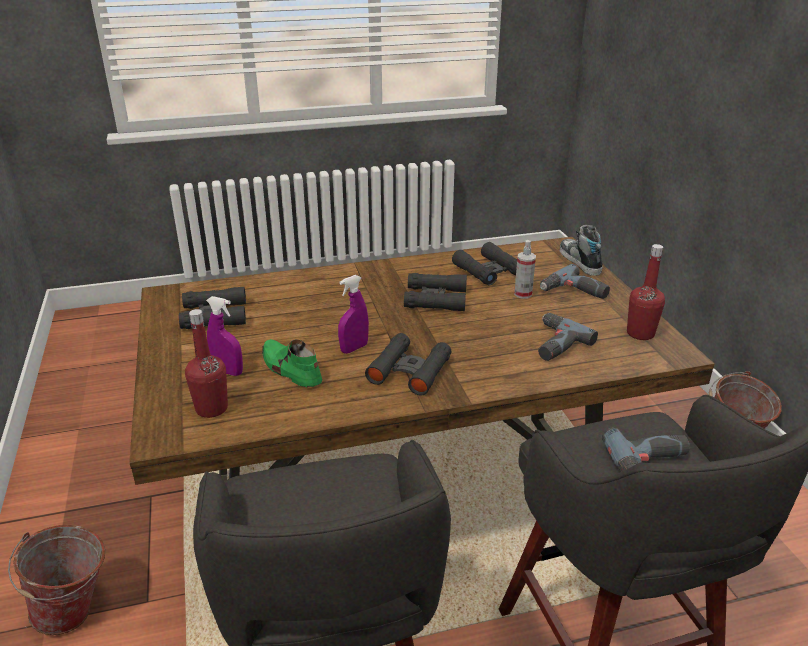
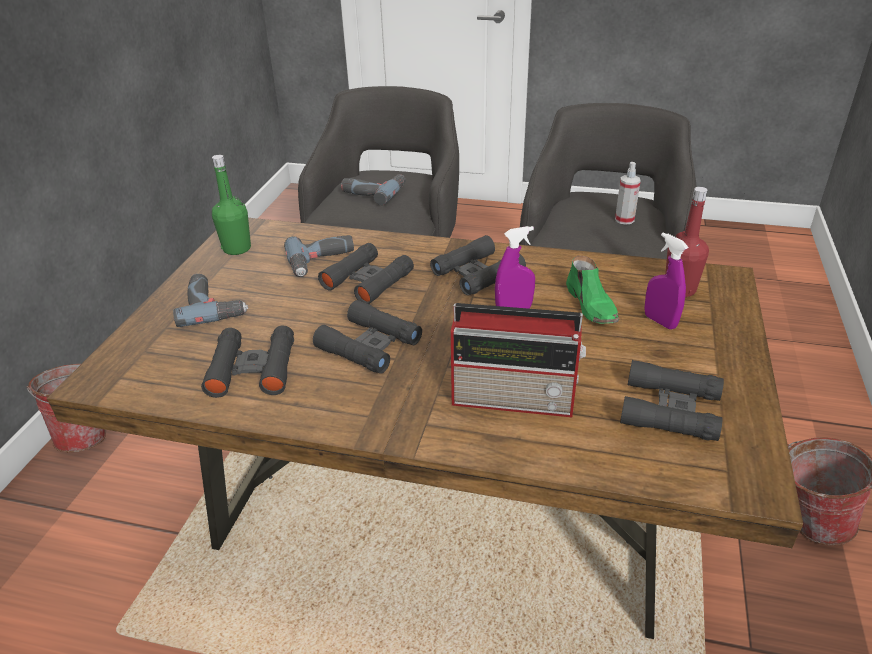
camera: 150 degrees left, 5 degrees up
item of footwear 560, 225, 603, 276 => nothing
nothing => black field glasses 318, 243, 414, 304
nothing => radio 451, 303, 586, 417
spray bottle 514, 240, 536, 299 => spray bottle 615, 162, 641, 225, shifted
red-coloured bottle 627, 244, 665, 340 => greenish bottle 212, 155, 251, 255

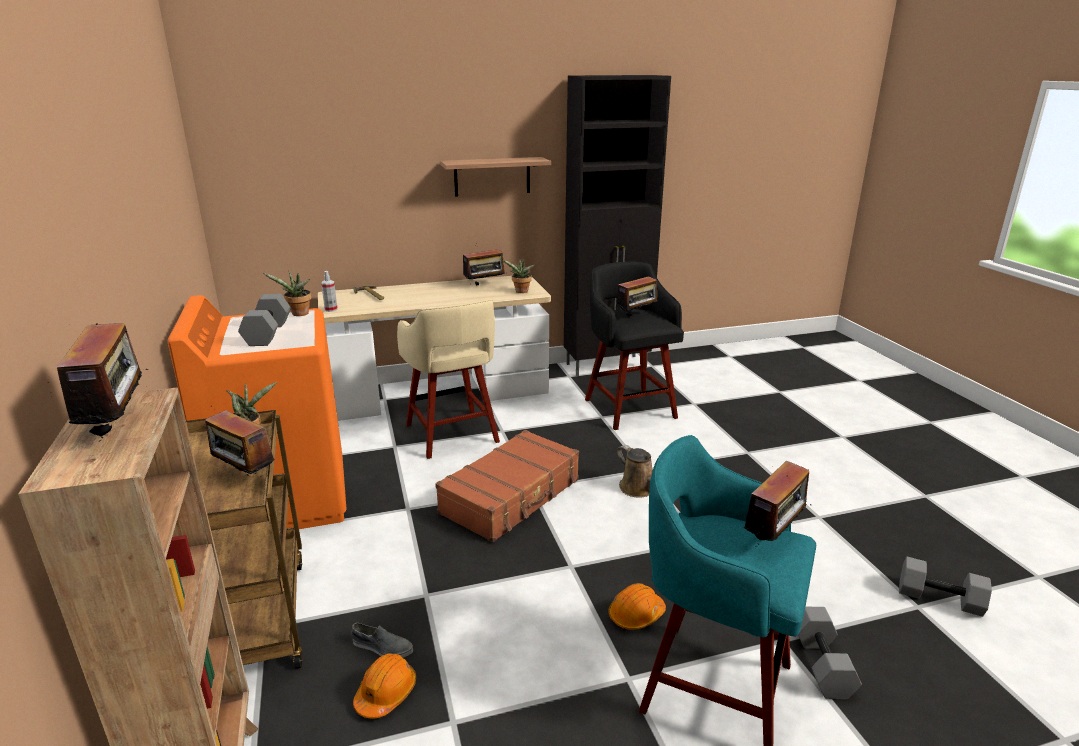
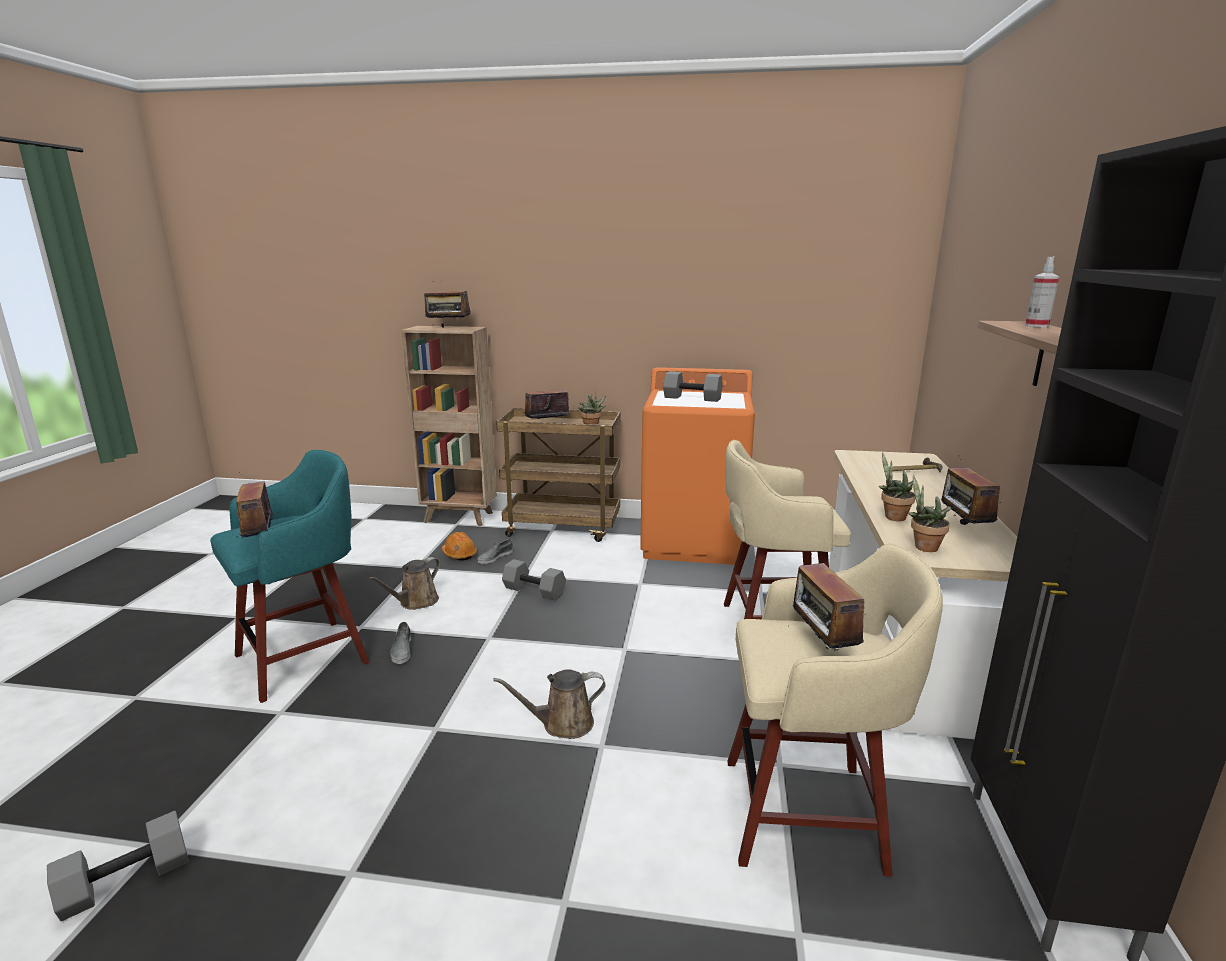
camera: 115 degrees right, 5 degrees down
brown-coloured piece of luggage 435, 430, 579, 542 => nothing
nothing => brown-coloured watering pot 368, 557, 440, 610
potted plant 263, 271, 312, 316 => potted plant 879, 453, 915, 521, shifted
spray bottle 321, 271, 338, 312 => spray bottle 1025, 257, 1059, 327, shifted
grey dumbbell 798, 607, 862, 699 => grey dumbbell 502, 559, 566, 600, shifted
orange work helmet 608, 583, 666, 630 => grey item of footwear 390, 622, 411, 664
black sitting stool 585, 262, 684, 430 => sand-coloured sitting stool 727, 543, 943, 877

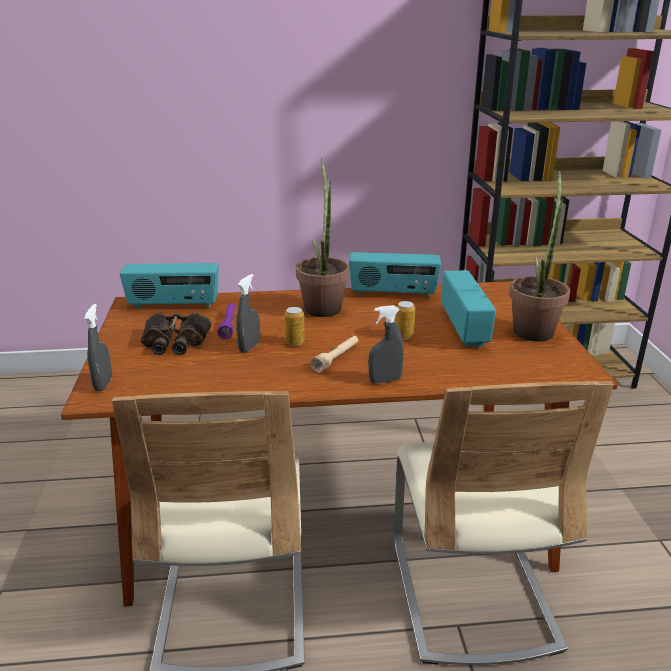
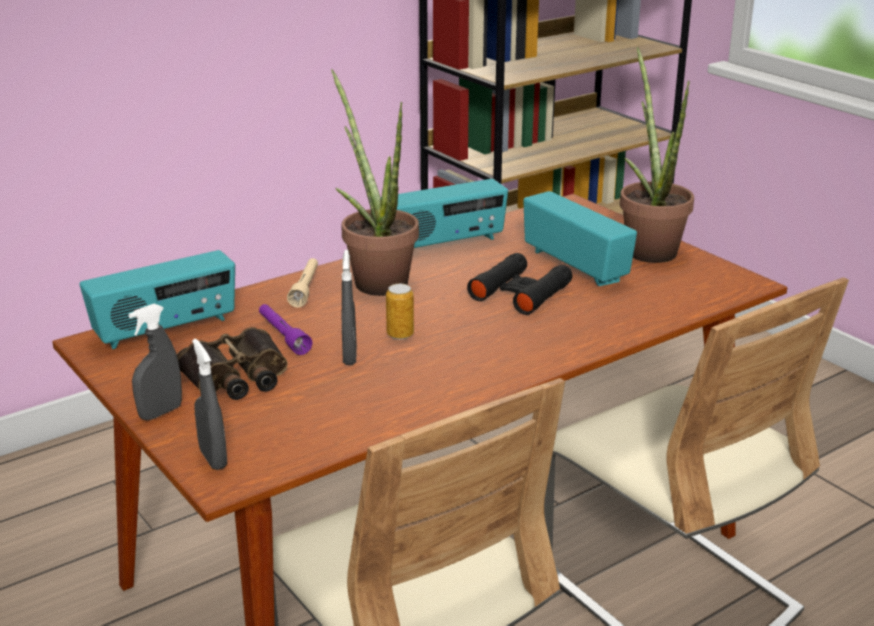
camera: 30 degrees left, 0 degrees up
sand-coloured torch 310, 336, 358, 373 => sand-coloured torch 287, 258, 318, 308, shifted
grey spray bottle 368, 305, 404, 383 => grey spray bottle 129, 304, 182, 420, shifted
sealed can 396, 301, 415, 340 => black field glasses 467, 253, 572, 315

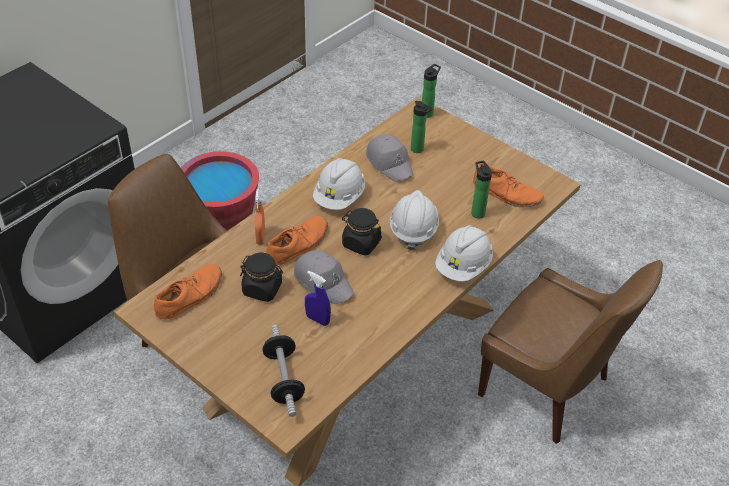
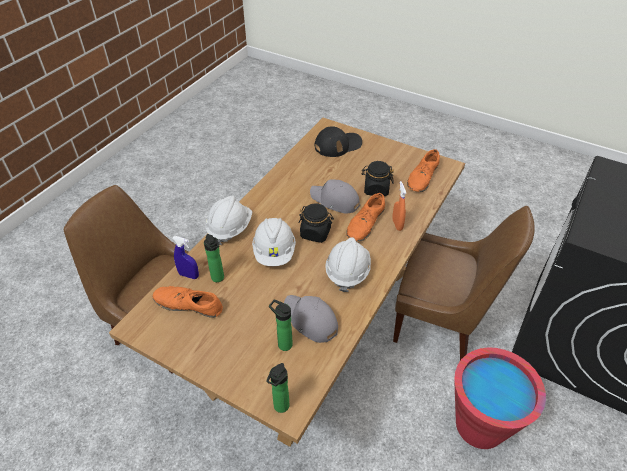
camera: 170 degrees right, 0 degrees up
blue-coloured spray bottle 305, 271, 331, 326 => blue-coloured spray bottle 172, 236, 199, 279, shifted
dumbbell 262, 325, 305, 417 => black baseball cap 315, 126, 362, 157

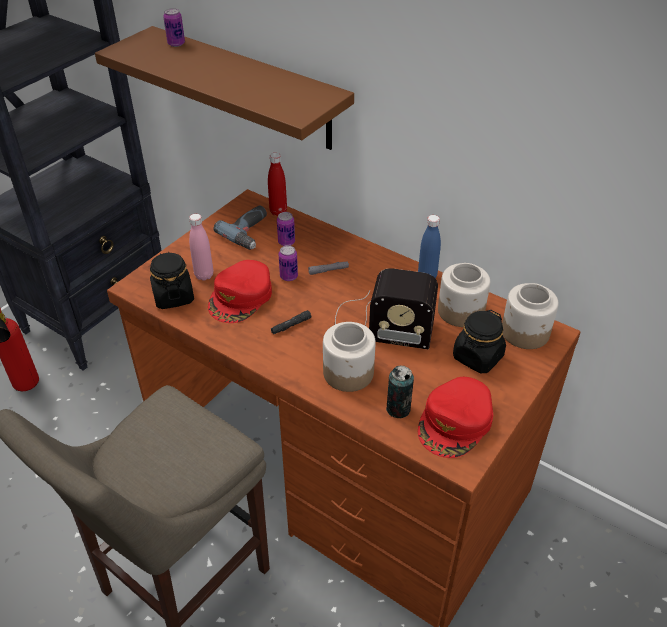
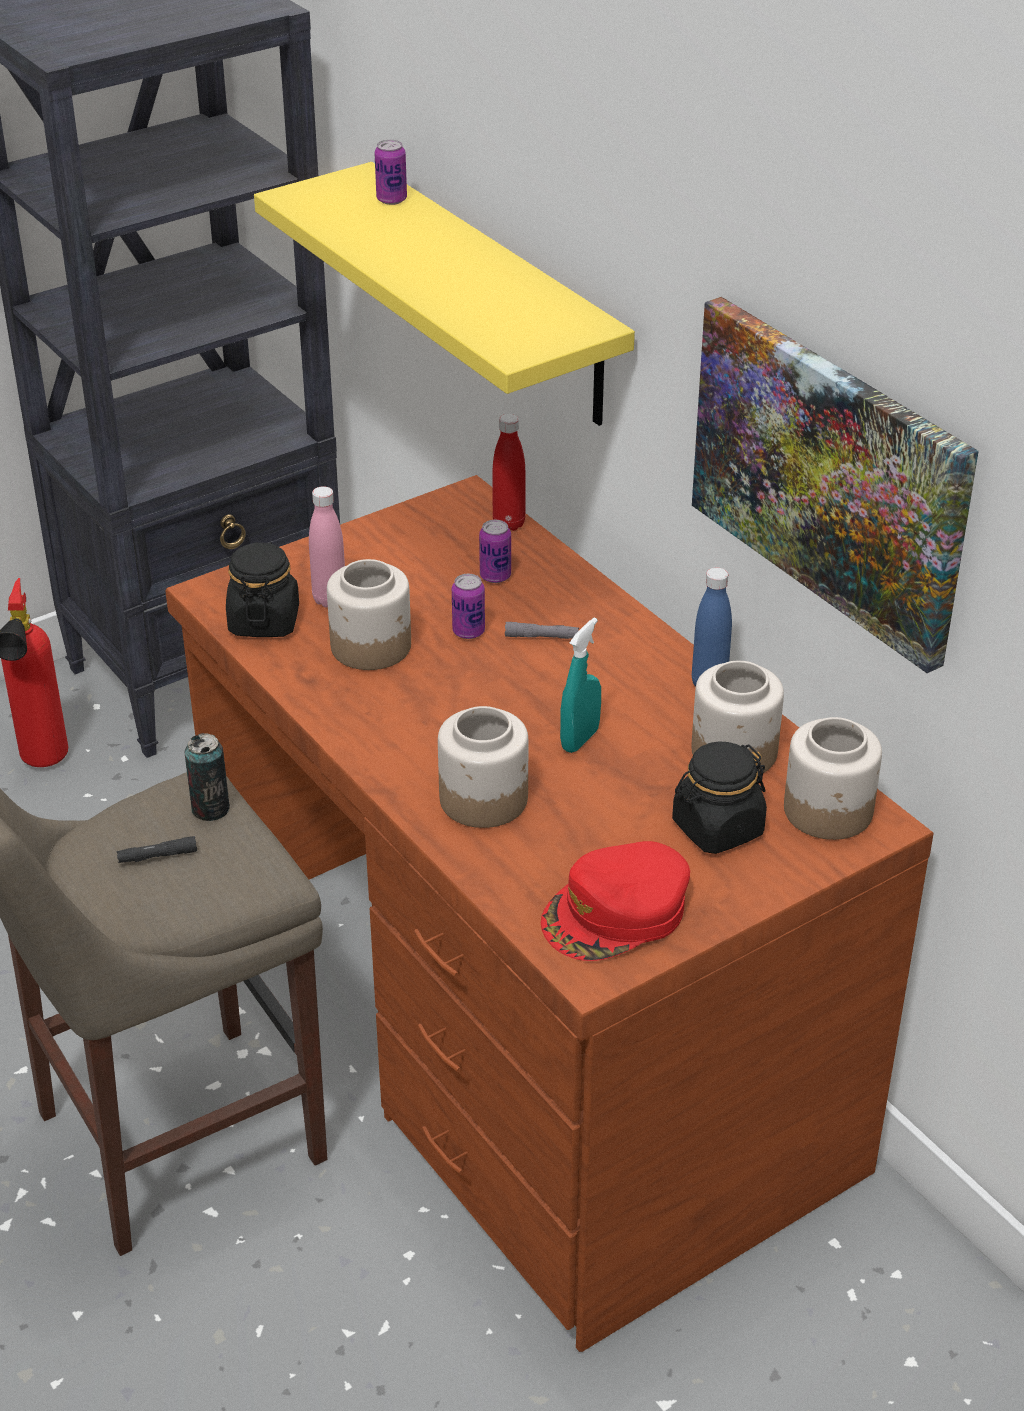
camera: 20 degrees right, 5 degrees down
drill 214, 205, 267, 250 => nothing
nothing => wall art 692, 297, 979, 673
black torch 271, 310, 312, 334 => black torch 116, 836, 197, 863, shifted
sealed can 386, 366, 414, 418 => sealed can 185, 733, 230, 821, shifted
red-coloured baseball cap 208, 260, 272, 323 => preserve jar 327, 559, 411, 670
radio 335, 268, 438, 349 => turquoise-coloured spray bottle 560, 618, 601, 753
brown-coloured bracket shelf 95, 26, 354, 150 => yellowish bracket shelf 254, 162, 635, 426

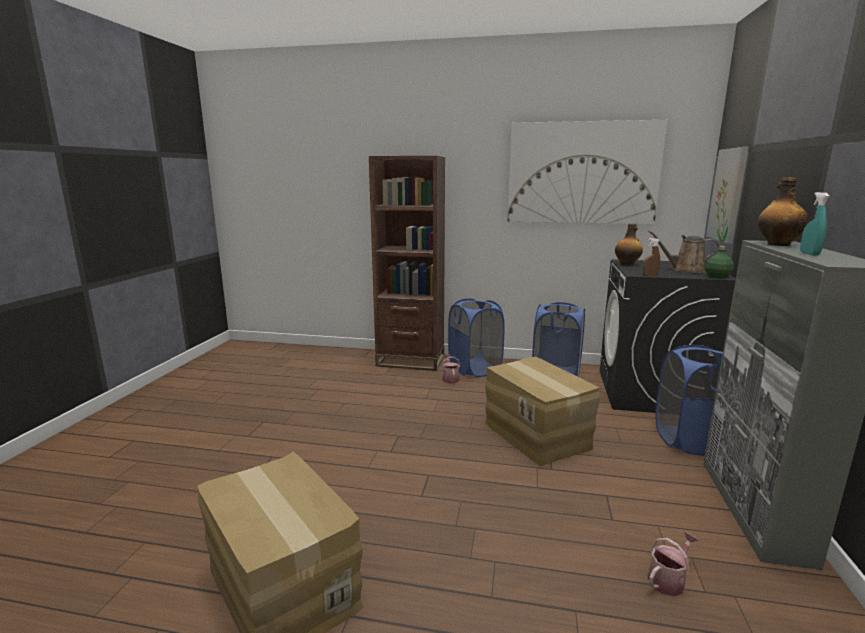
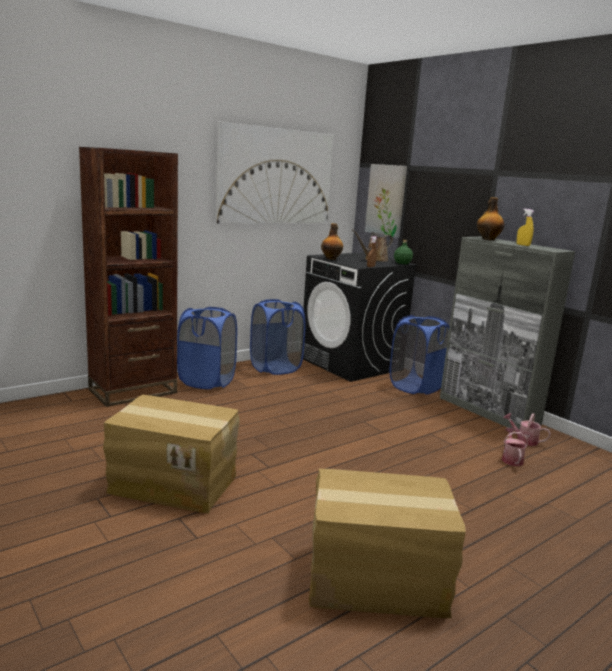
camera: 50 degrees left, 0 degrees up
watering pot 442, 355, 461, 383 => watering pot 503, 413, 551, 446, shifted
carton 485, 357, 600, 467 => carton 103, 395, 240, 514, shifted
turquoise-coloured spray bottle 800, 192, 829, 256 => yellowish spray bottle 517, 209, 534, 246

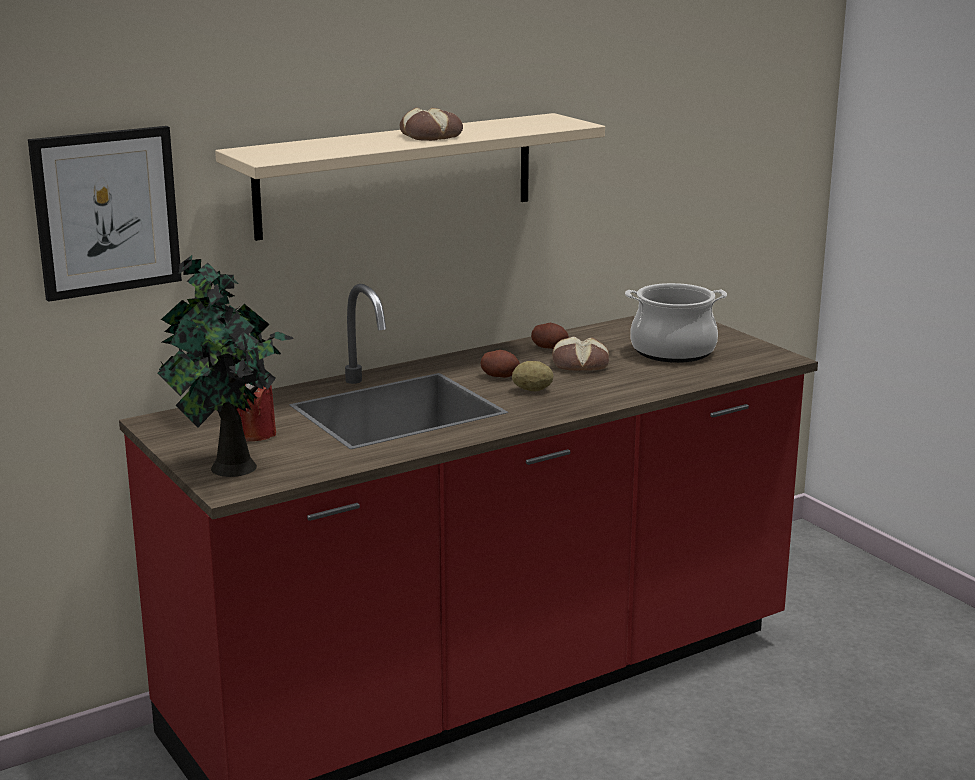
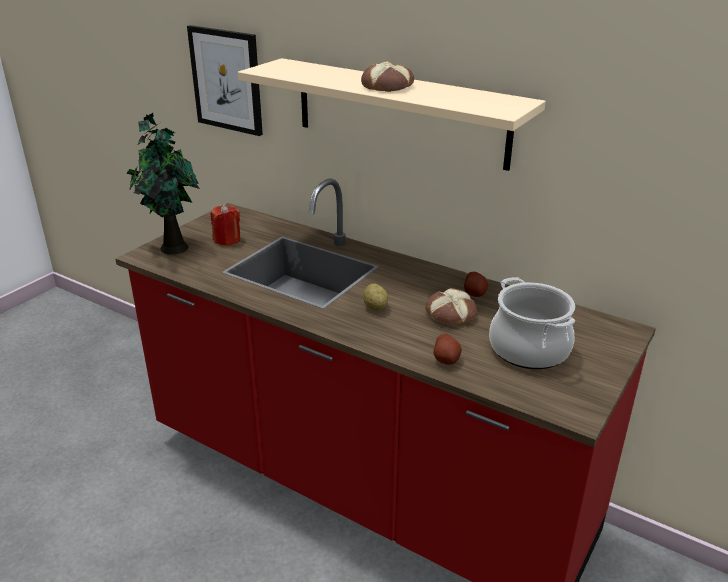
camera: 65 degrees right, 10 degrees up
potato 480, 350, 520, 378 => potato 434, 334, 462, 365, shifted

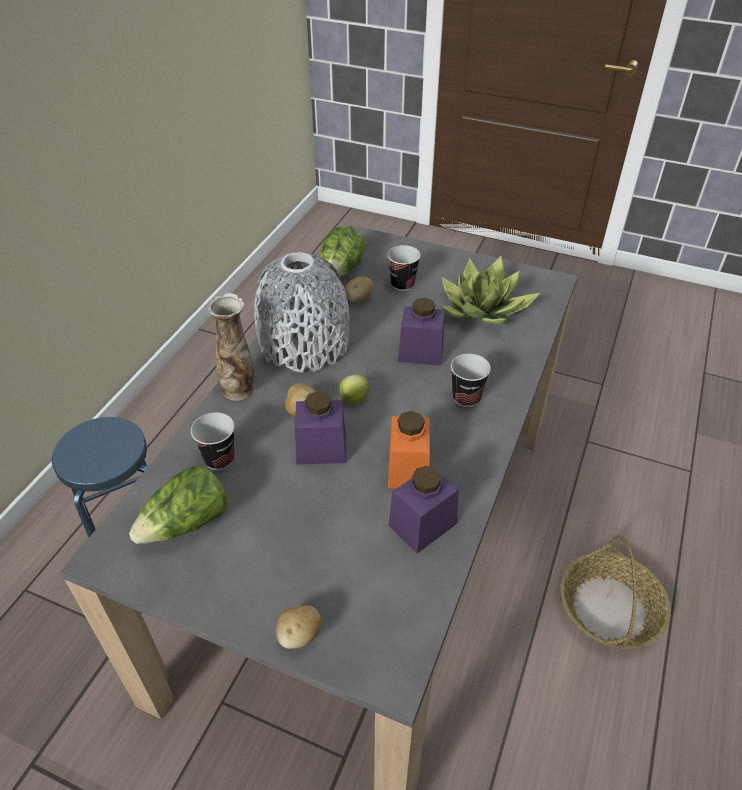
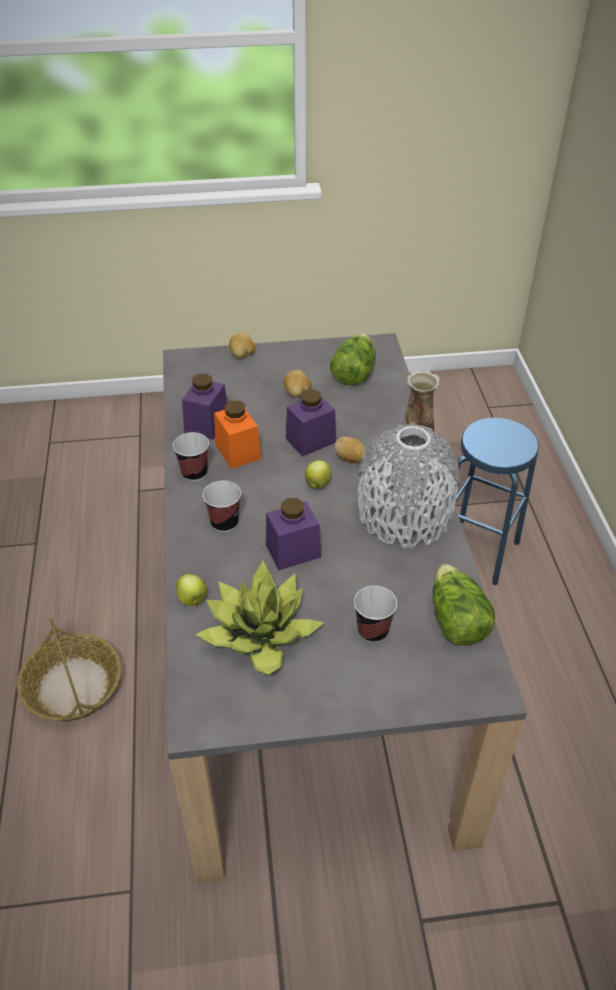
camera: 150 degrees right, 0 degrees up
nothing => whole apple 176, 574, 207, 606
small cup 191, 412, 235, 470 => small cup 173, 432, 209, 481, shifted
potato 345, 277, 373, 303 => potato 284, 370, 311, 397, shifted

